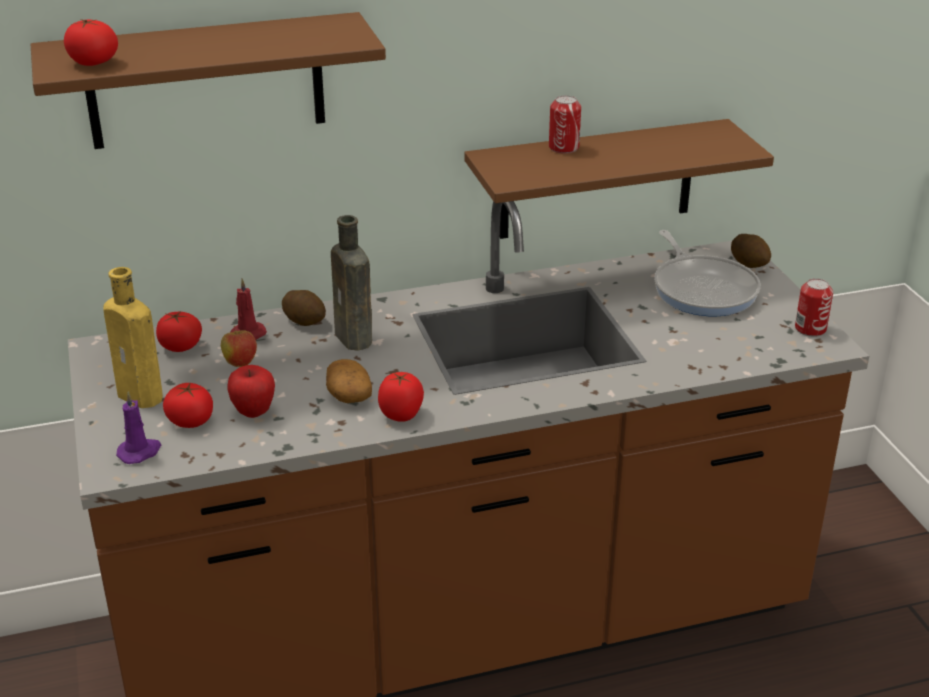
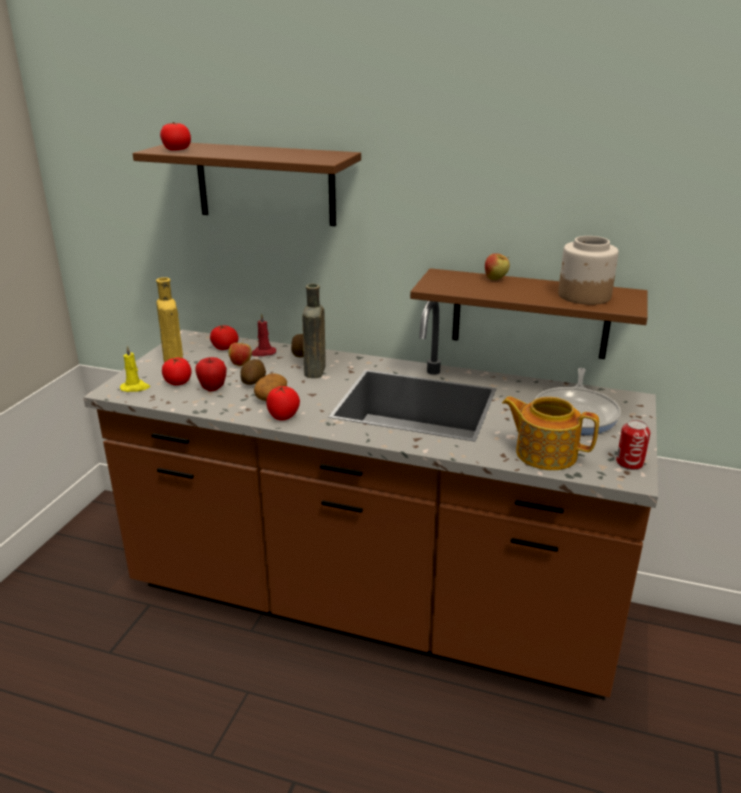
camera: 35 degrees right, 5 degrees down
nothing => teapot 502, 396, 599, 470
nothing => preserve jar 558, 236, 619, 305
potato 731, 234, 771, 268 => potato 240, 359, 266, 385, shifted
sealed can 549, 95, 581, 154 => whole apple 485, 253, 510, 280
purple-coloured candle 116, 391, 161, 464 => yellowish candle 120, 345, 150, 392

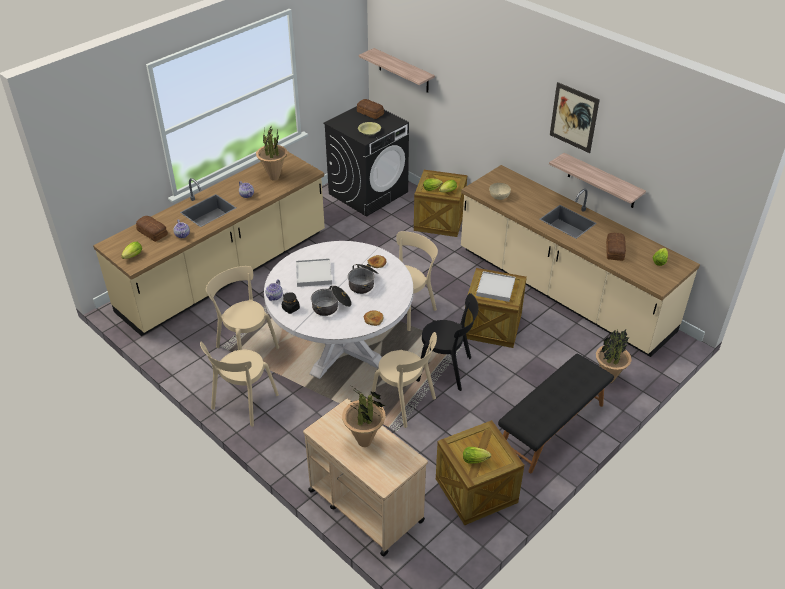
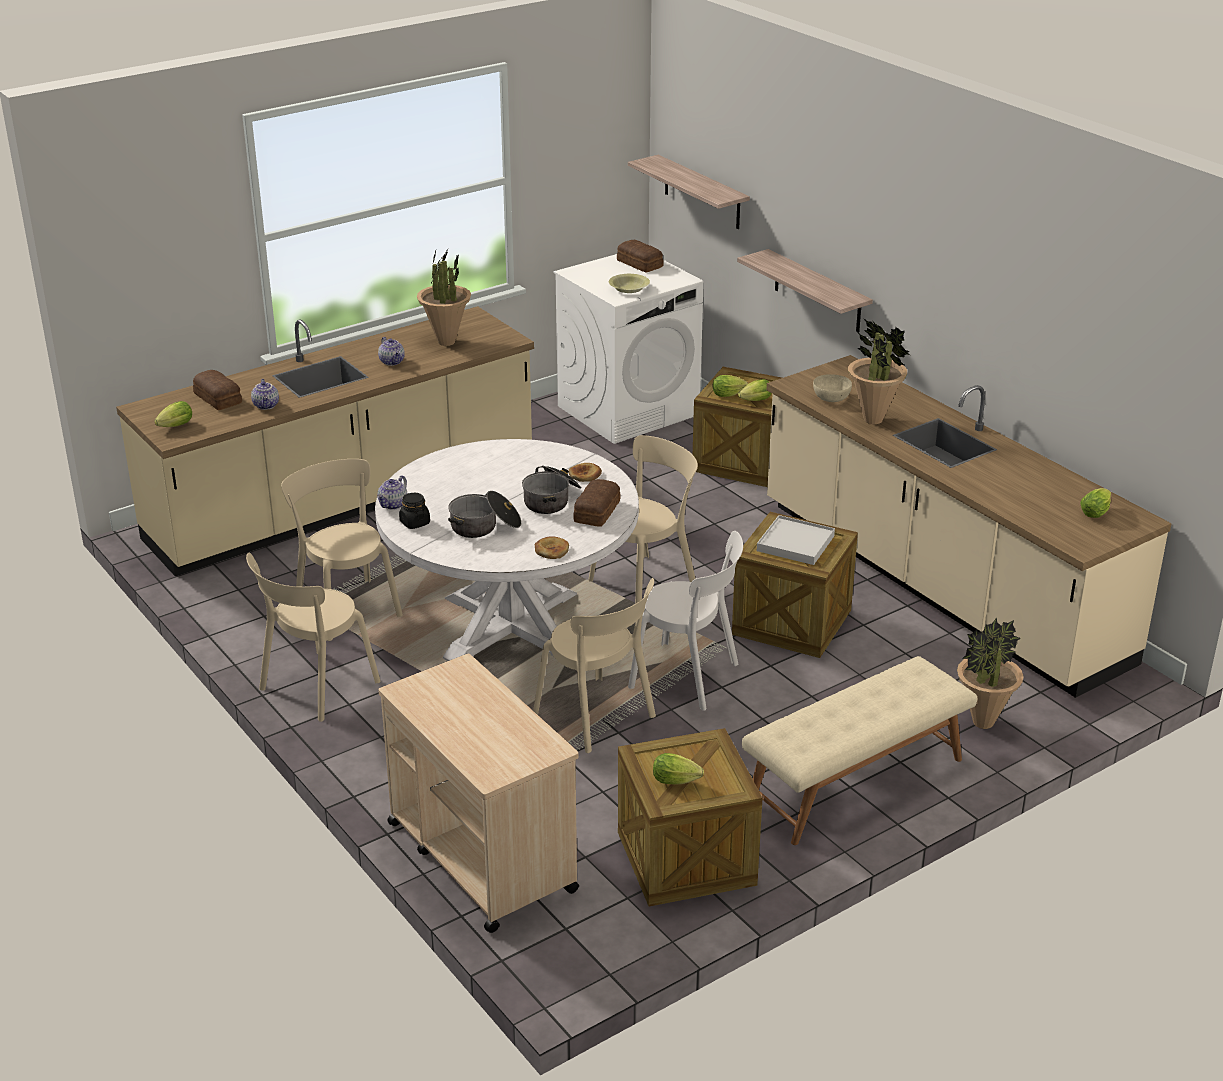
camera: 10 degrees right, 10 degrees down
white-coloured serving tray 296, 258, 332, 287 => nothing
wall art 550, 82, 600, 153 => nothing
potted plant 342, 387, 386, 447 => potted plant 848, 318, 910, 424, shifted
bracket shelf 549, 153, 646, 208 => bracket shelf 737, 249, 873, 333, shifted
bakery bread 606, 233, 626, 261 => bakery bread 573, 479, 621, 527, shifted
black washing machine 323, 106, 409, 217 => white-coloured washing machine 554, 254, 704, 444
black chair 416, 293, 478, 391 => white-coloured chair 628, 531, 743, 711
black long seat 498, 354, 614, 473 => sand-coloured long seat 742, 656, 977, 845

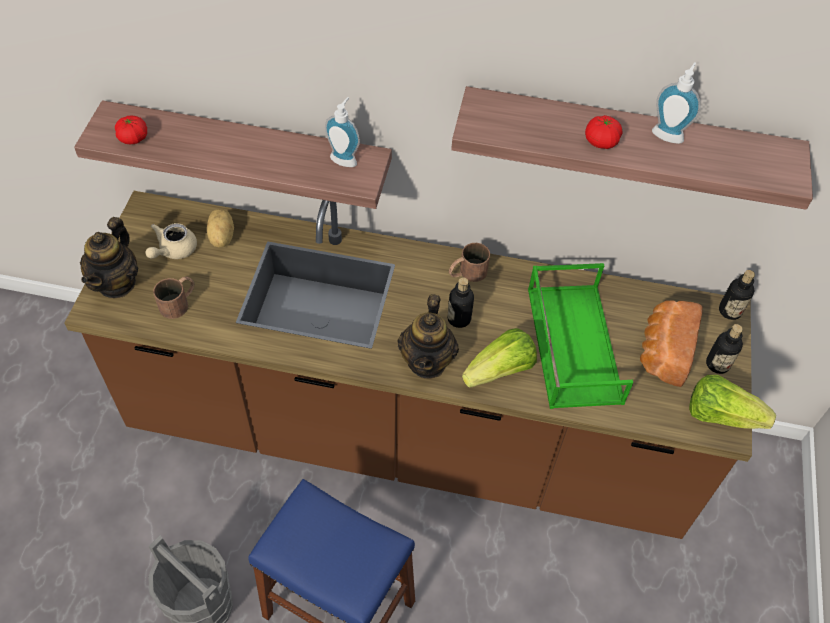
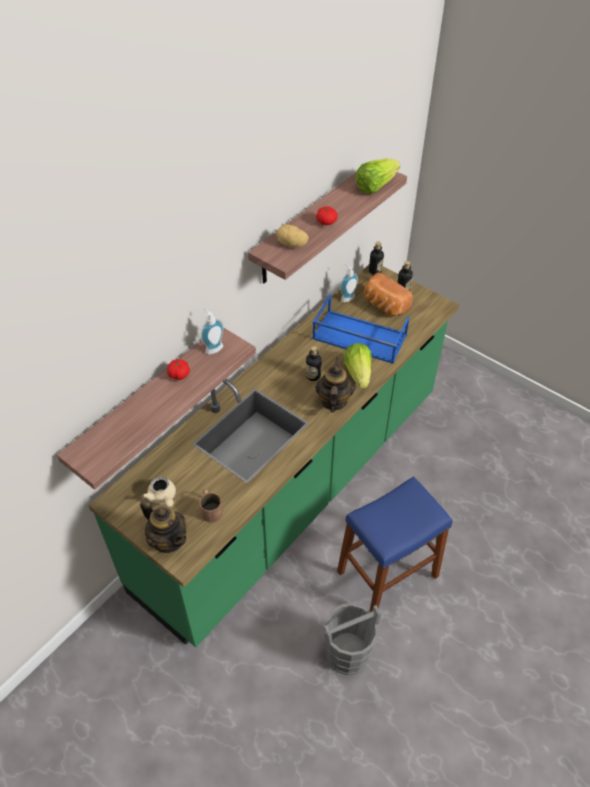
camera: 60 degrees left, 5 degrees down
brown-coloured mug 449, 243, 490, 282 => nothing
tomato 115, 116, 147, 144 => tomato 167, 359, 190, 380, shifted
potato 207, 209, 234, 247 => potato 277, 224, 309, 247, shifted
liquid soap bottle 652, 62, 701, 144 => liquid soap bottle 340, 263, 358, 302, shifted
lettuce 689, 375, 776, 429 => lettuce 356, 158, 400, 194, shifted
brown-coloured kitchen counter 64, 191, 752, 539 => greenish kitchen counter 88, 265, 459, 648
greenish serving tray 528, 263, 633, 409 => blue-coloured serving tray 312, 294, 410, 364
teapot 397, 294, 459, 379 => teapot 315, 357, 354, 412, 120 degrees counterclockwise

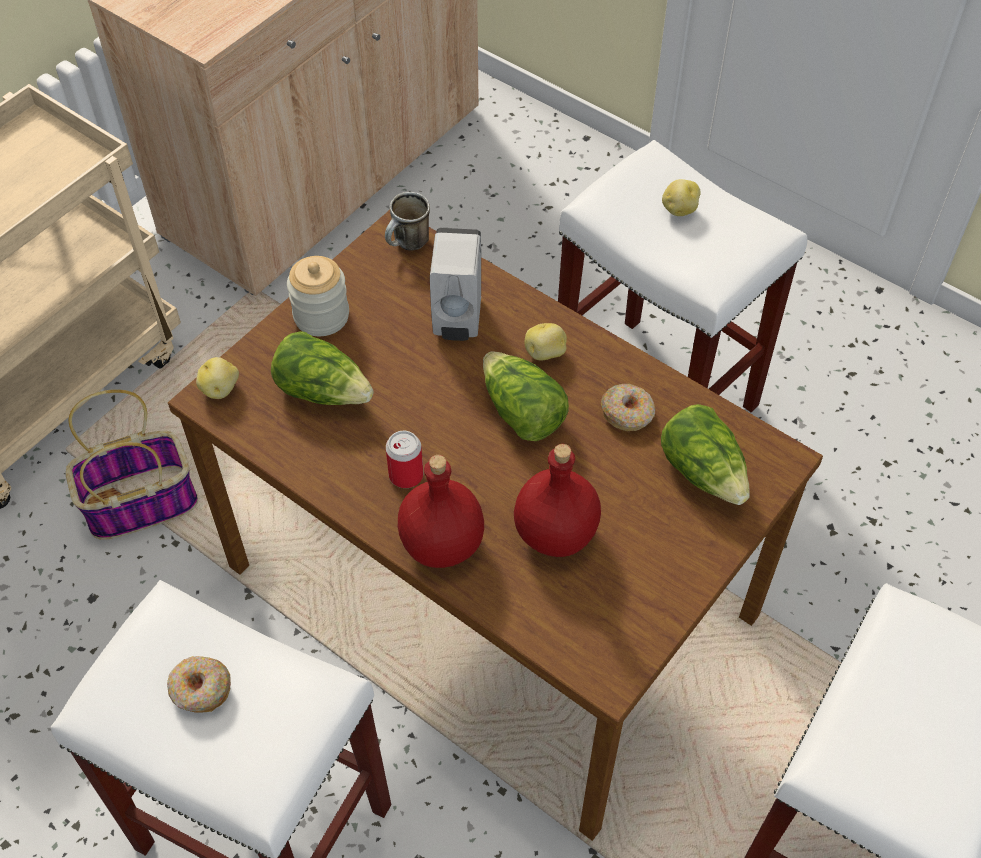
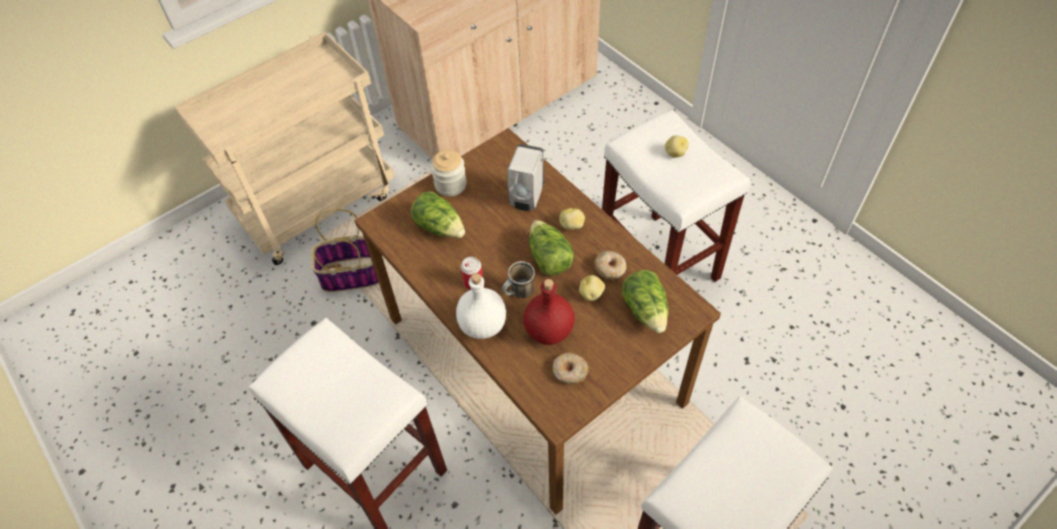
camera: 15 degrees right, 0 degrees up
ring doughnut 167, 656, 231, 713 => ring doughnut 553, 353, 588, 385, shifted
potato 196, 357, 239, 399 => potato 579, 275, 605, 301, shifted
mug 385, 192, 430, 251 => mug 502, 261, 535, 298, shifted
red-coloured bottle 398, 455, 484, 568 => white-coloured bottle 456, 273, 506, 339

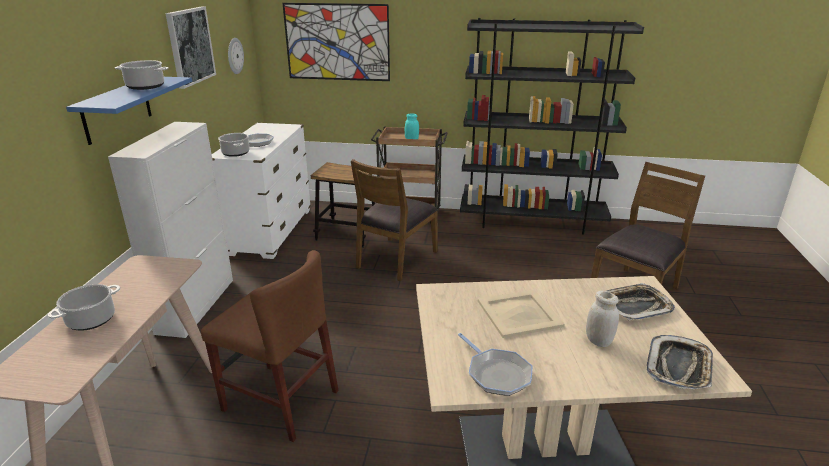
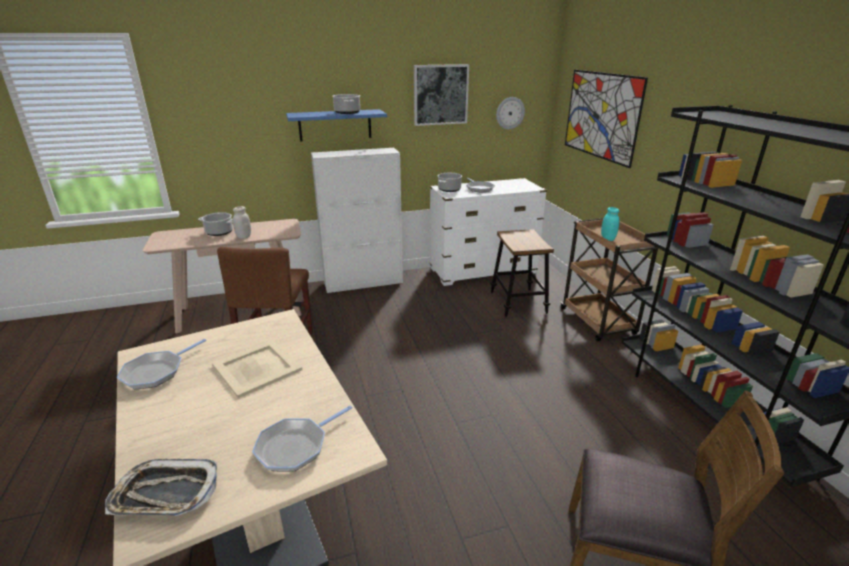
camera: 65 degrees right, 0 degrees up
brown-coloured chair 351, 159, 438, 281 => nothing
white-coloured preserve jar 586, 291, 619, 347 => white-coloured preserve jar 233, 206, 251, 239, shifted
serving tray 607, 283, 675, 321 => frying pan 252, 406, 352, 472

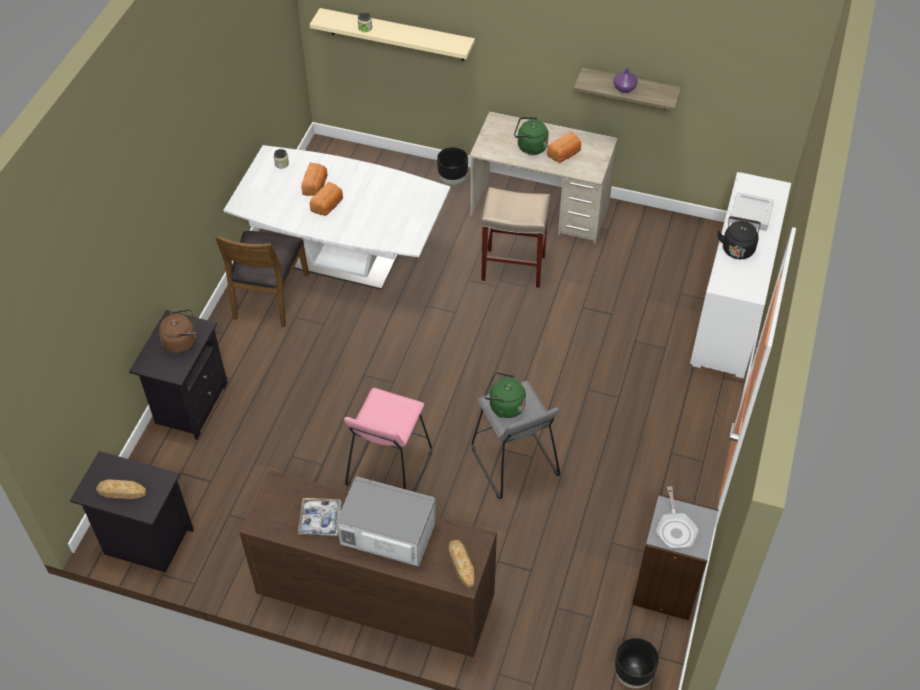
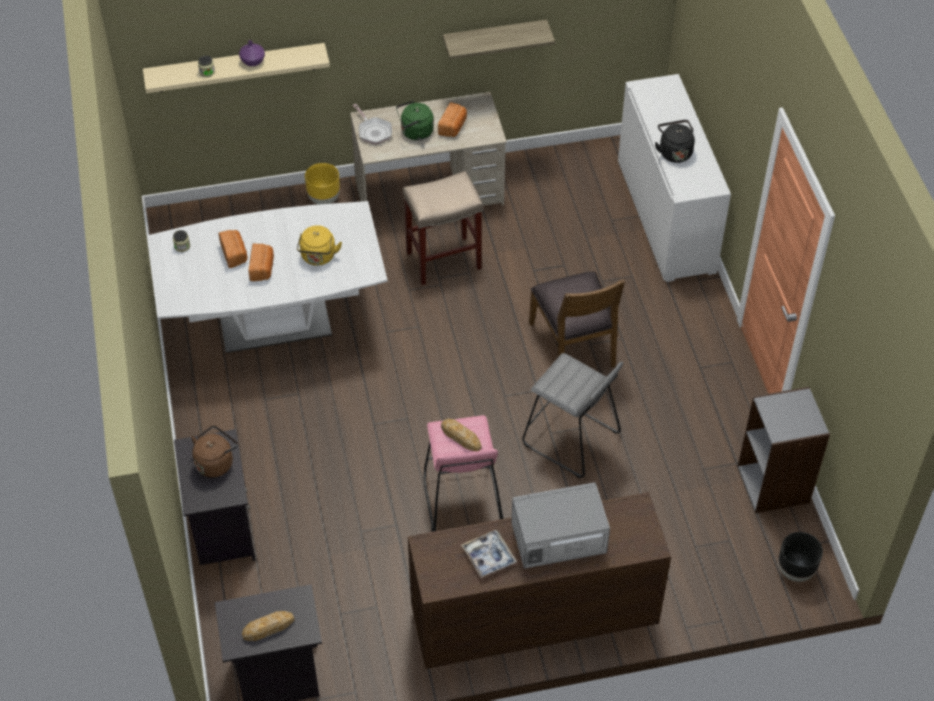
camera: 30 degrees left, 0 degrees up
greenish water kettle 484, 372, 526, 418 => nothing
grey serving tray 730, 192, 774, 231 => nothing
nothing => yellowish water kettle 297, 225, 342, 266
brown-coloured chair 216, 231, 309, 327 => brown-coloured chair 529, 272, 625, 368, shifted
bakery bread 449, 540, 474, 588 => bakery bread 441, 419, 482, 451, shifted
purple-coloured vase 614, 68, 638, 93 => purple-coloured vase 239, 40, 265, 66, shifted
frying pan 655, 487, 699, 549 => frying pan 353, 104, 392, 145, shifted
black planter 437, 147, 468, 186 => yellowish planter 305, 163, 340, 205

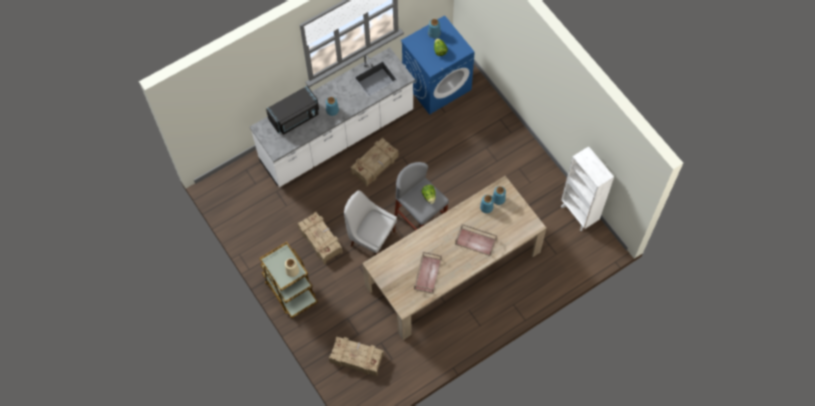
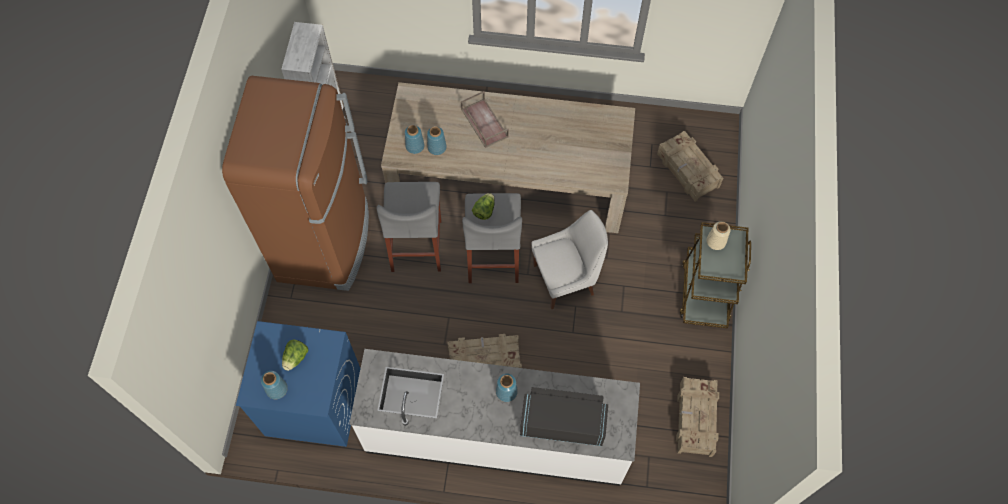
camera: 140 degrees left, 0 degrees up
brown-coloured serving tray 414, 252, 442, 294 => nothing
nothing => brown-coloured fridge 222, 76, 369, 291
nothing => grey sitting stool 377, 182, 441, 272
packing crate 297, 212, 343, 264 => packing crate 676, 377, 719, 457, shifted
white-coloured chair 344, 190, 397, 255 => white-coloured chair 532, 210, 608, 309, 90 degrees counterclockwise

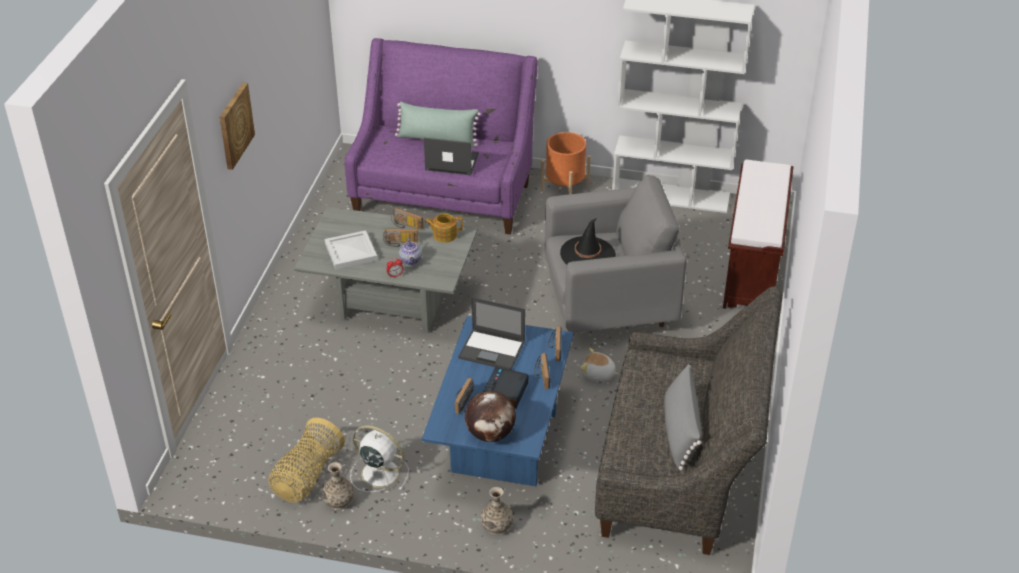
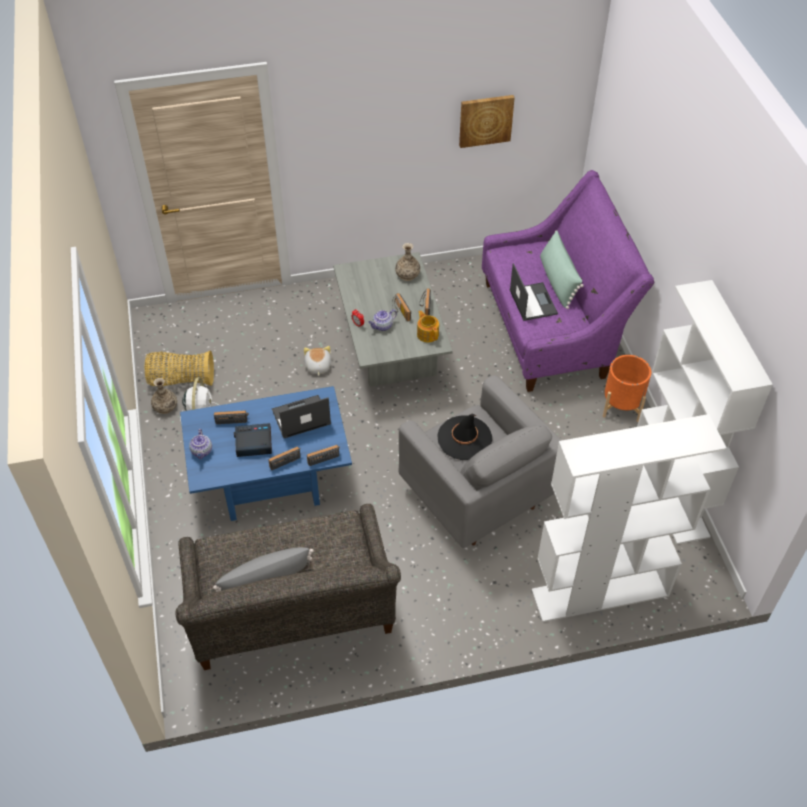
camera: 65 degrees right, 10 degrees up
white-coloured serving tray 325, 230, 377, 270 => nothing
wall art 220, 83, 255, 170 => wall art 459, 95, 515, 148, shifted
vase 480, 487, 513, 535 => vase 395, 243, 420, 281, shifted
soft toy 580, 348, 619, 382 => soft toy 304, 346, 331, 376, shifted
desk globe 465, 391, 516, 442 => teapot 189, 429, 212, 459
brown-coloured long seat 723, 160, 794, 309 => white-coloured shelving unit 532, 414, 726, 622
notebook computer 458, 297, 525, 370 => notebook computer 272, 395, 331, 438, 75 degrees clockwise

